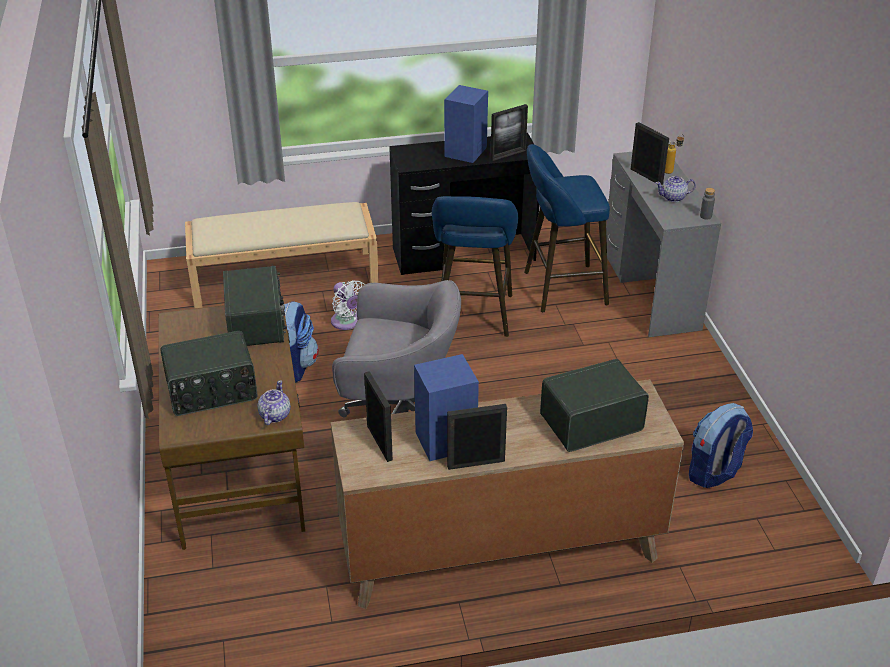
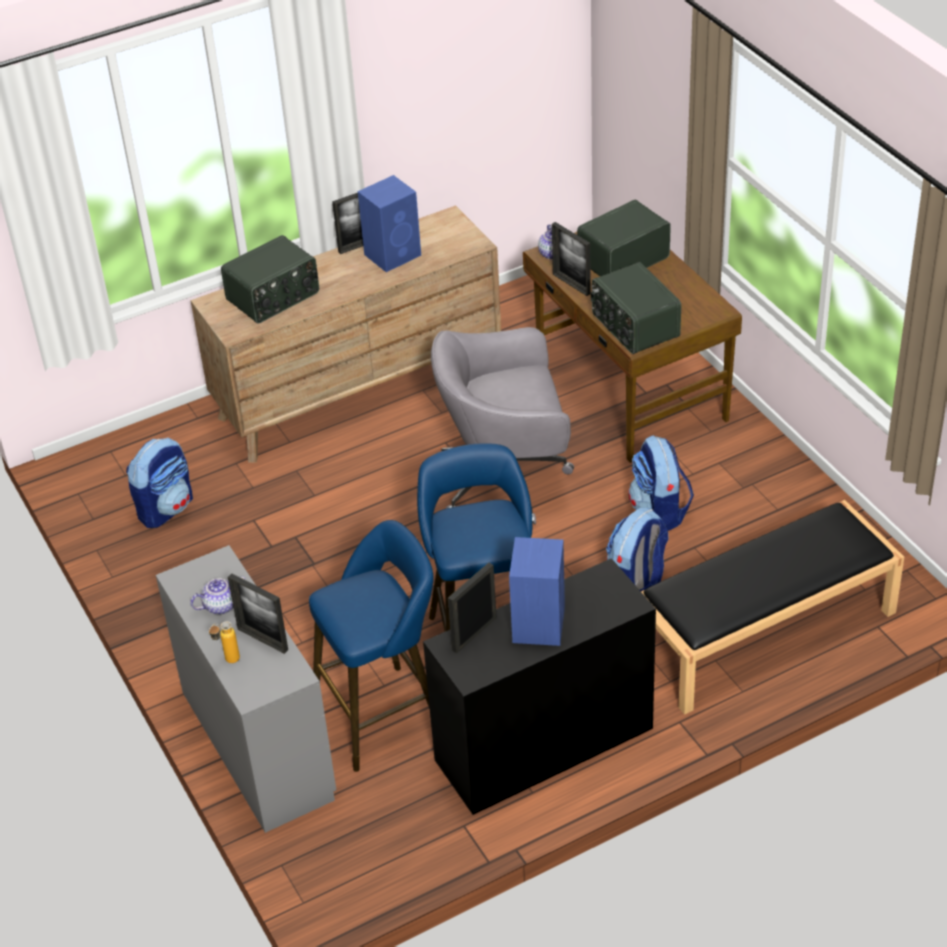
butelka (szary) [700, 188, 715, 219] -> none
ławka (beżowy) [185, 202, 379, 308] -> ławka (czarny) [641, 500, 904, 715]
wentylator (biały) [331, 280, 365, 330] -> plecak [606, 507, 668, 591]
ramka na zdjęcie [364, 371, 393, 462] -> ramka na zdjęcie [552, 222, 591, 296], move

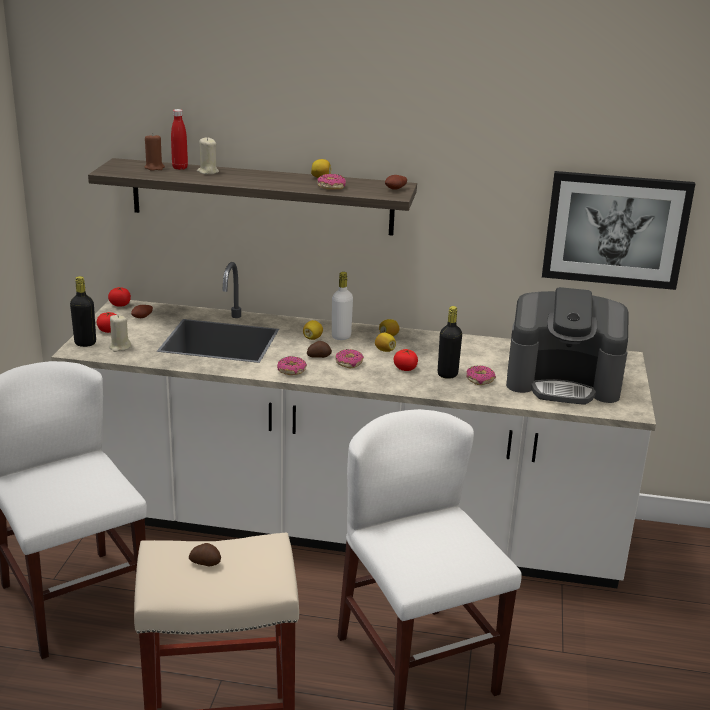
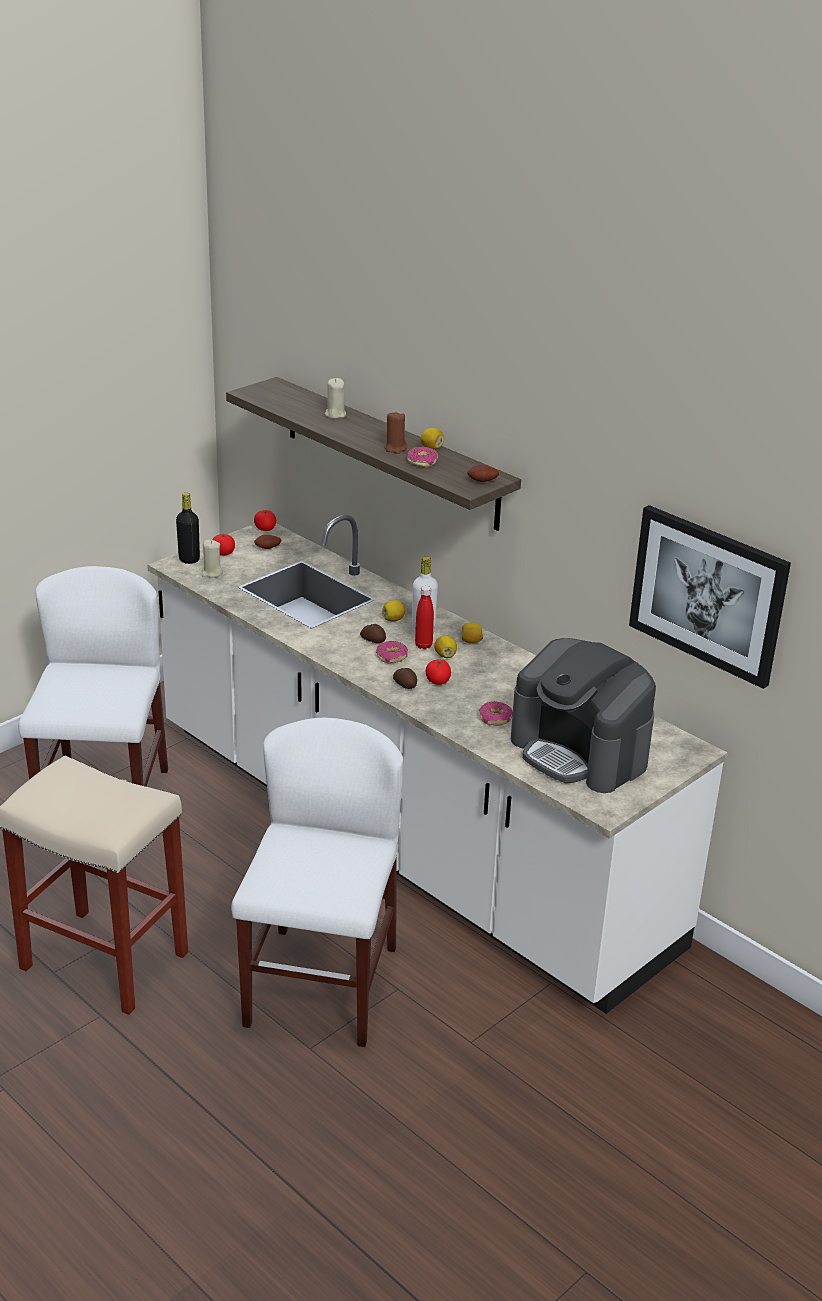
butelka (czerwony) [171, 109, 188, 170] -> butelka (czerwony) [415, 586, 434, 649], move
świeca (brązowy) [145, 135, 165, 171] -> świeca (brązowy) [384, 411, 407, 454], move
butelka (czarny) [438, 306, 462, 379] -> none
donut [277, 356, 307, 375] -> none
ziemniak [189, 543, 221, 566] -> ziemniak [393, 668, 417, 689], move

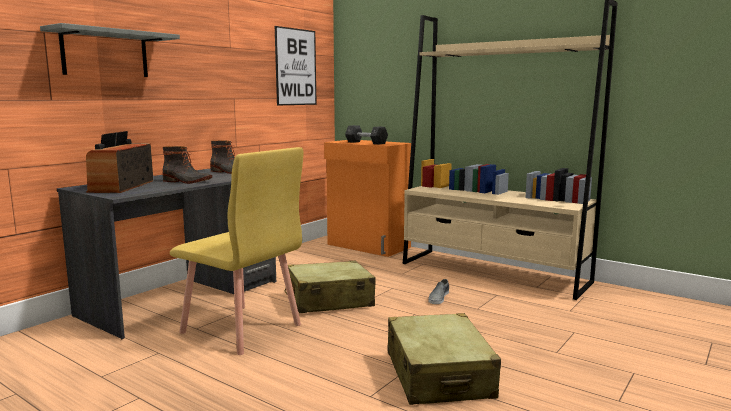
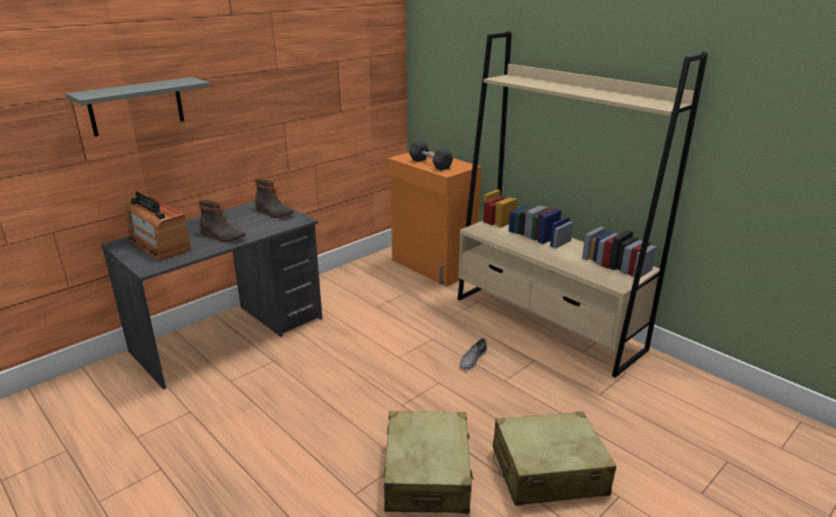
obraz [275, 26, 317, 105] -> none
radio [86, 131, 153, 193] -> radio [124, 192, 191, 261], 60 degrees counterclockwise
krzesło (żółty) [170, 147, 303, 355] -> none
walizka (beżowy) [285, 261, 375, 313] -> walizka (beżowy) [493, 411, 616, 506], move

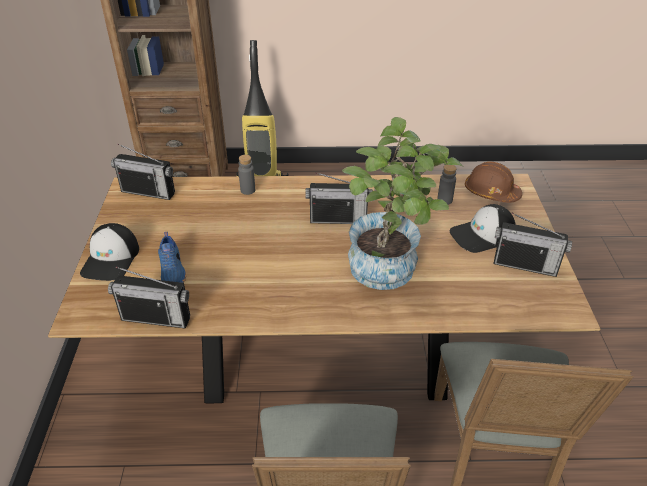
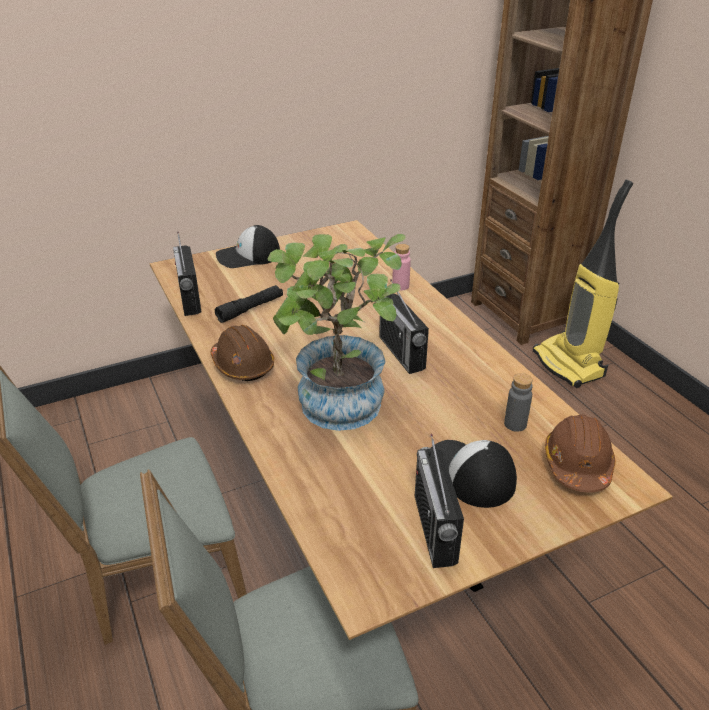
radio [111, 143, 175, 200] -> none
butelka (szary) [238, 155, 255, 195] -> butelka (różowy) [392, 244, 411, 291]
but (niebieski) [158, 232, 186, 283] -> none
none -> latarka (czarny) [215, 285, 283, 323]
none -> kask (brązowy) [211, 325, 274, 381]

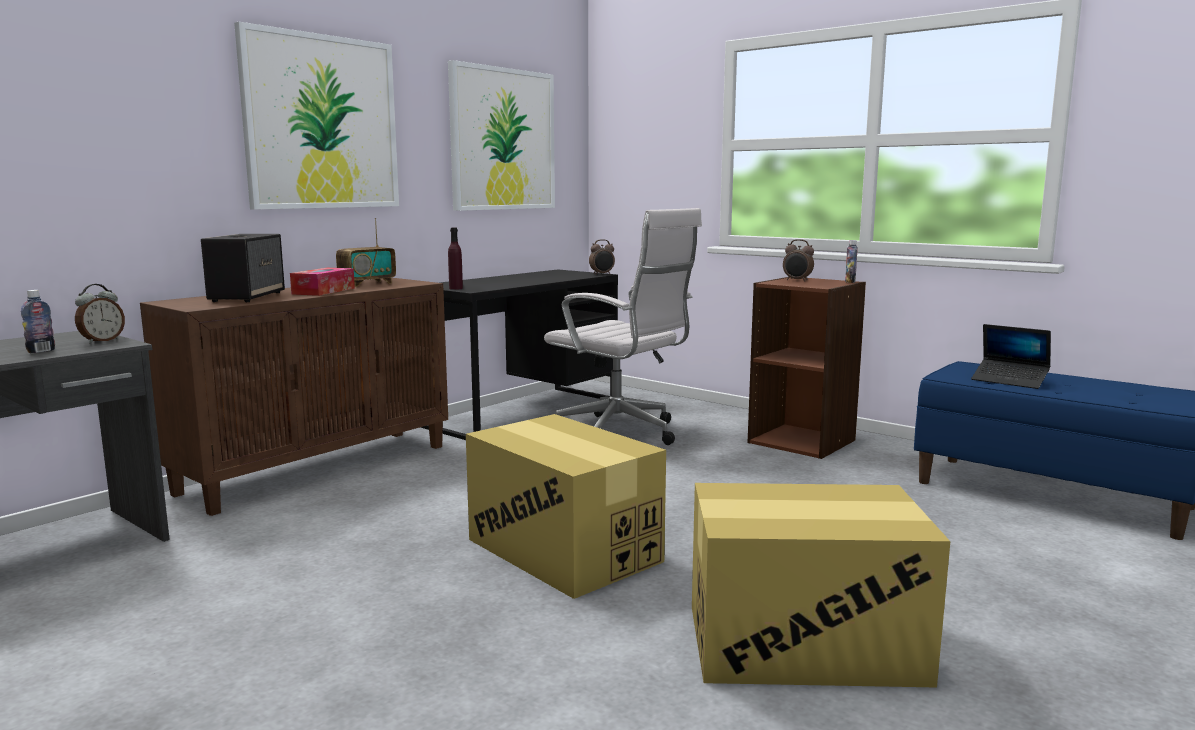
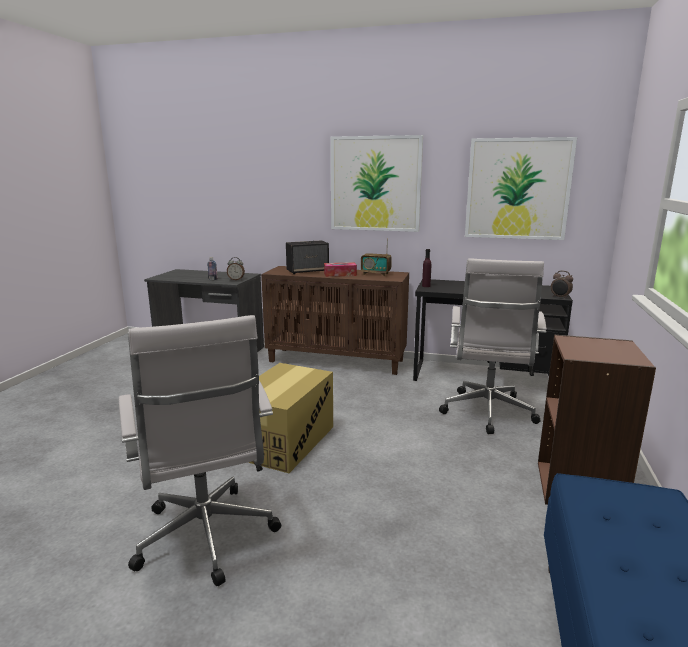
budzik [783, 239, 814, 282] -> none
butelka [845, 240, 858, 283] -> none
laptop [971, 324, 1051, 389] -> none
karton [692, 483, 951, 688] -> krzesło biurowe (biały) [119, 315, 281, 586]

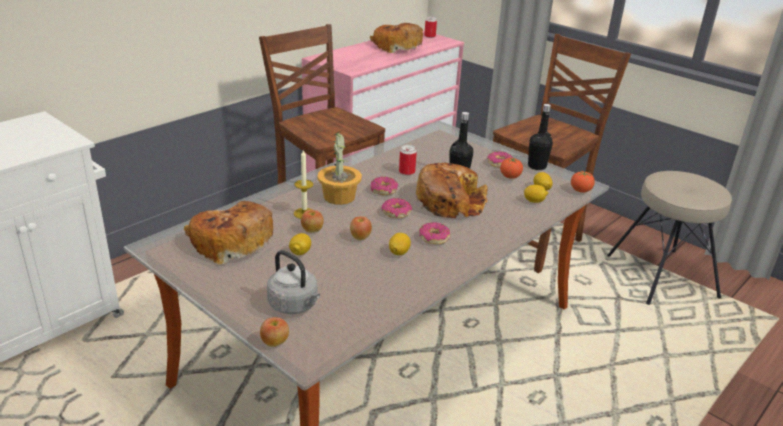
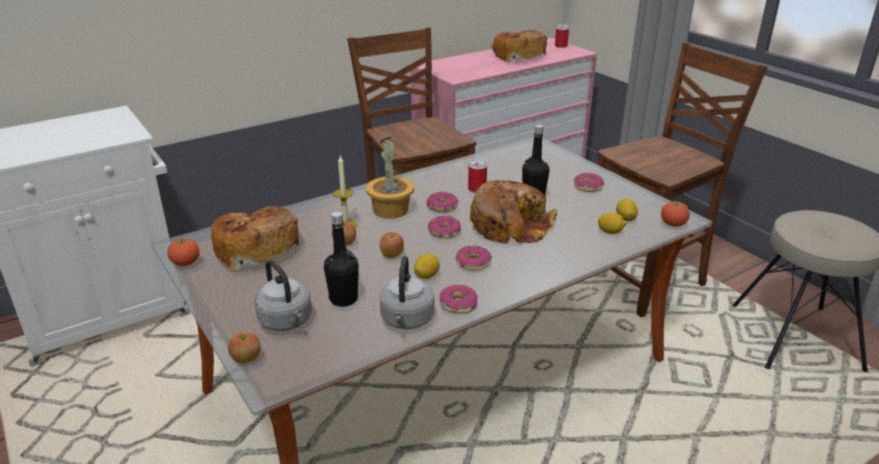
butelka (czarny) [528, 104, 553, 170] -> butelka (czarny) [324, 211, 359, 307], move
pomidor [500, 158, 523, 179] -> pomidor [167, 238, 199, 266], move
cytryna [289, 233, 311, 255] -> none
none -> czajnik (szary) [380, 256, 435, 329]
none -> donut [440, 285, 478, 313]

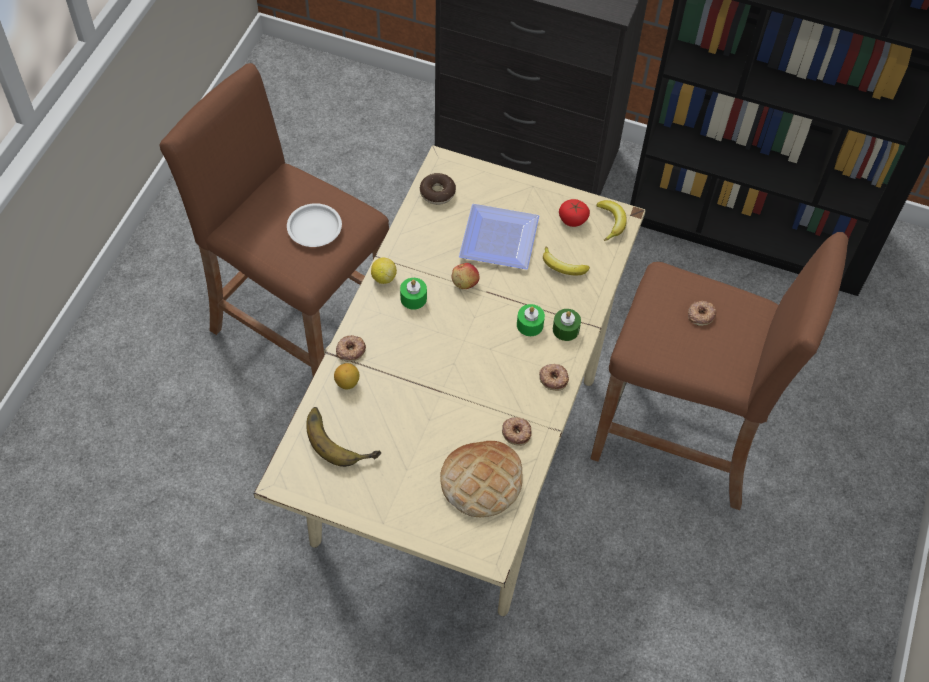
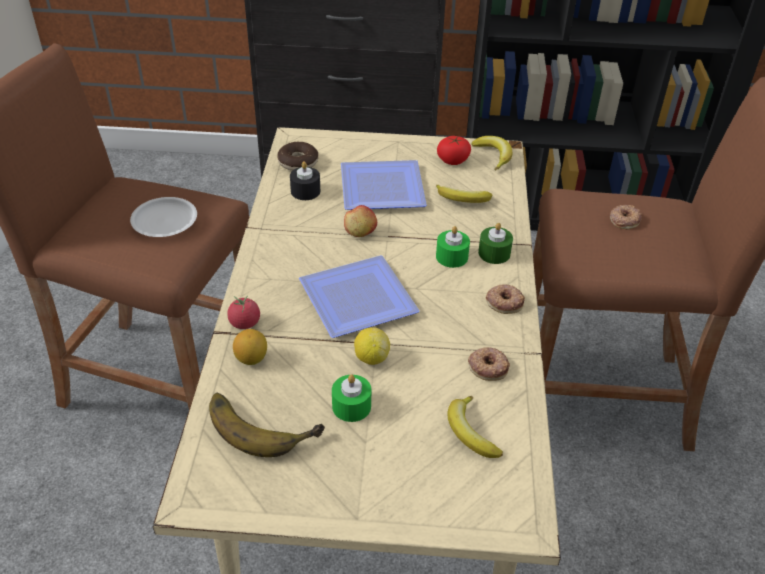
cytryna [371, 258, 397, 284] -> cytryna [354, 327, 390, 365], move
świeca (zielony) [400, 278, 427, 310] -> świeca (zielony) [332, 374, 371, 422], move
donut [336, 335, 366, 362] -> pomidor [227, 296, 260, 329]
chleb [440, 441, 523, 517] -> banan [447, 396, 503, 458]
none -> świeca (czarny) [290, 161, 320, 200]
none -> talerz [299, 255, 419, 338]

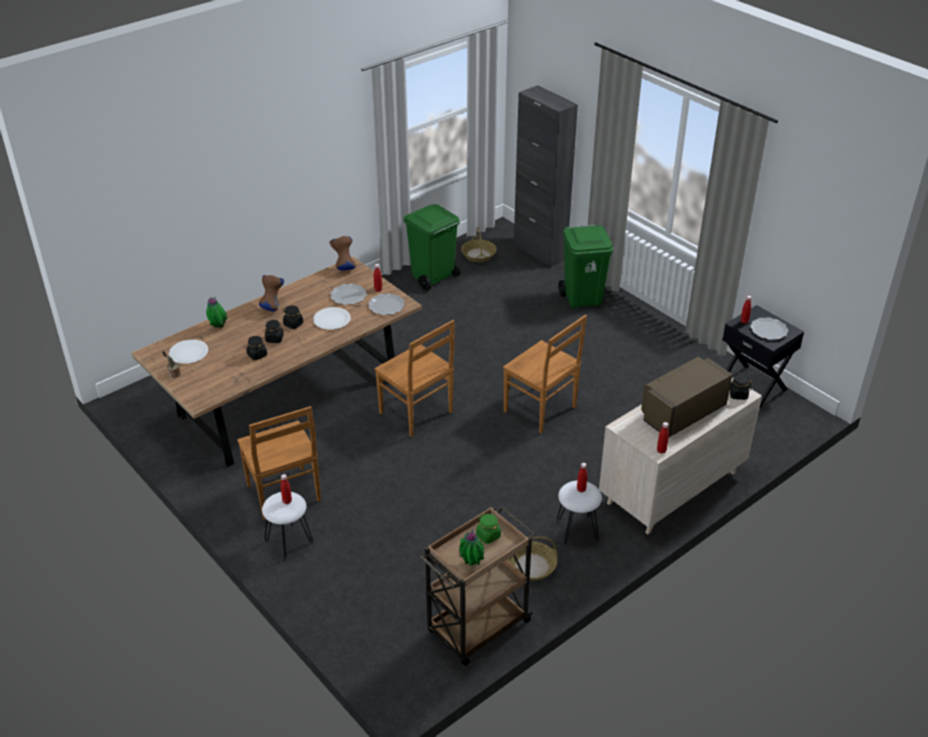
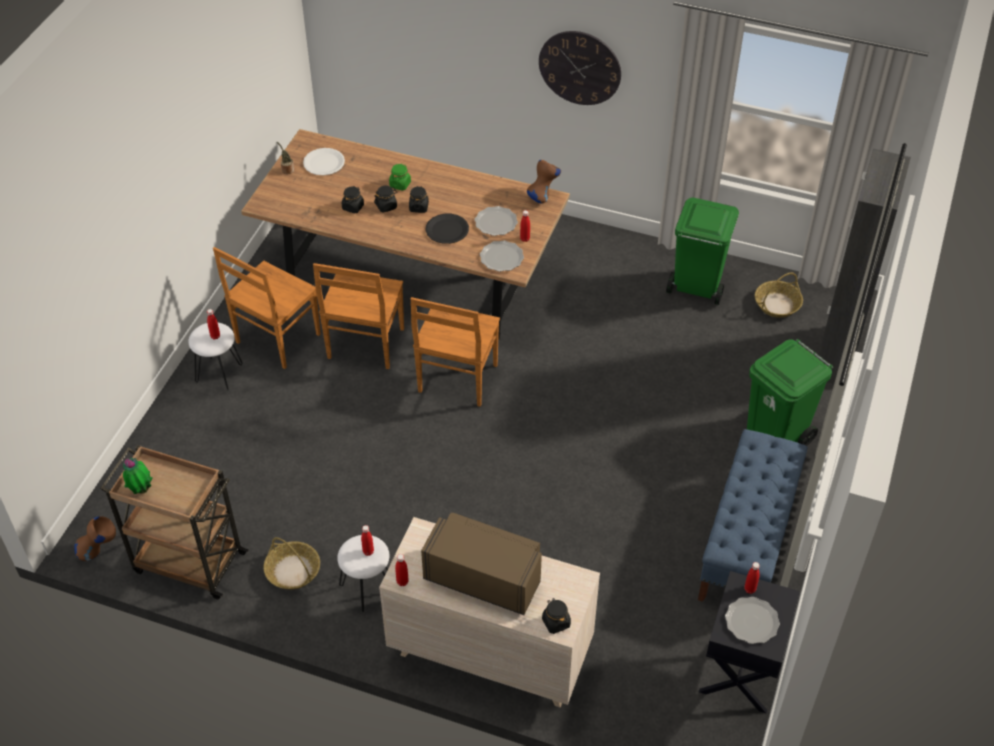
wazon (brązowy) [259, 275, 284, 311] -> wazon (brązowy) [74, 516, 116, 561], move
roślina doniczkowa [206, 297, 227, 328] -> none
talerz (biały) [313, 307, 351, 330] -> talerz (czarny) [425, 214, 469, 244]
krzesło (brązowy) [503, 315, 587, 433] -> krzesło (brązowy) [313, 263, 404, 369], move
słoik (zielony) [476, 514, 501, 544] -> słoik (zielony) [389, 164, 411, 191], move
none -> zegar ścienny [539, 31, 621, 105]
none -> ławka (niebieski) [698, 429, 807, 601]

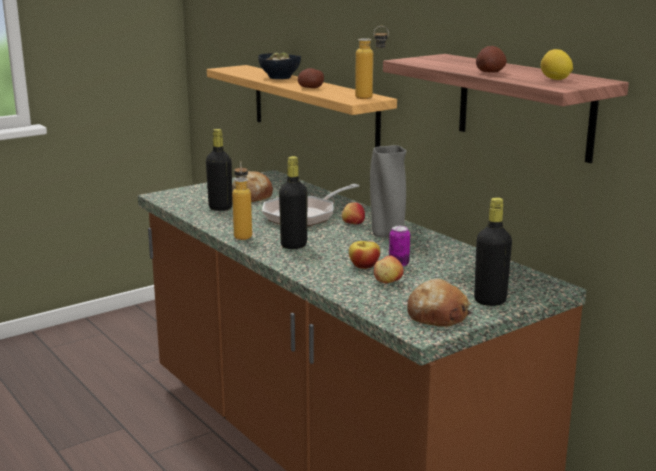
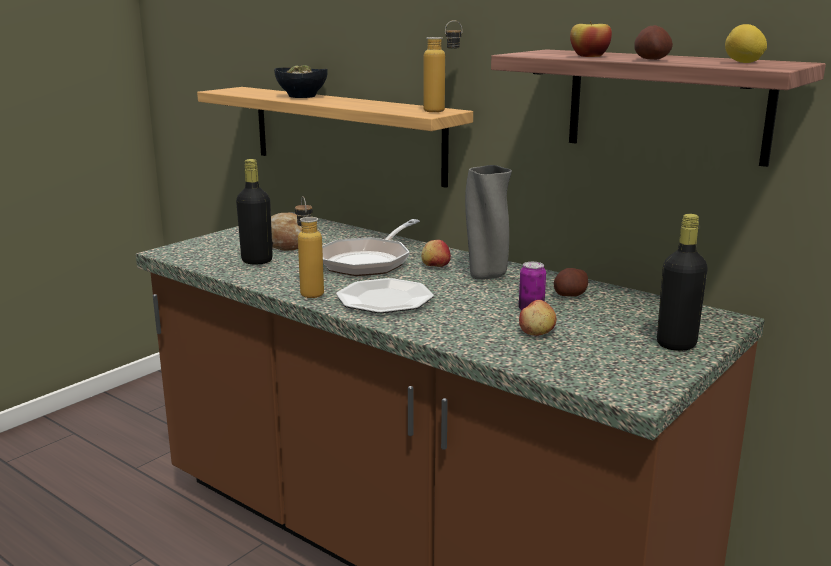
ziemniak [298, 68, 324, 88] -> ziemniak [554, 268, 588, 297], move
butelka (czarny) [279, 156, 308, 249] -> talerz [336, 278, 434, 313]
jabłko [349, 241, 380, 269] -> jabłko [570, 21, 612, 57], move
chleb [407, 279, 471, 327] -> none

